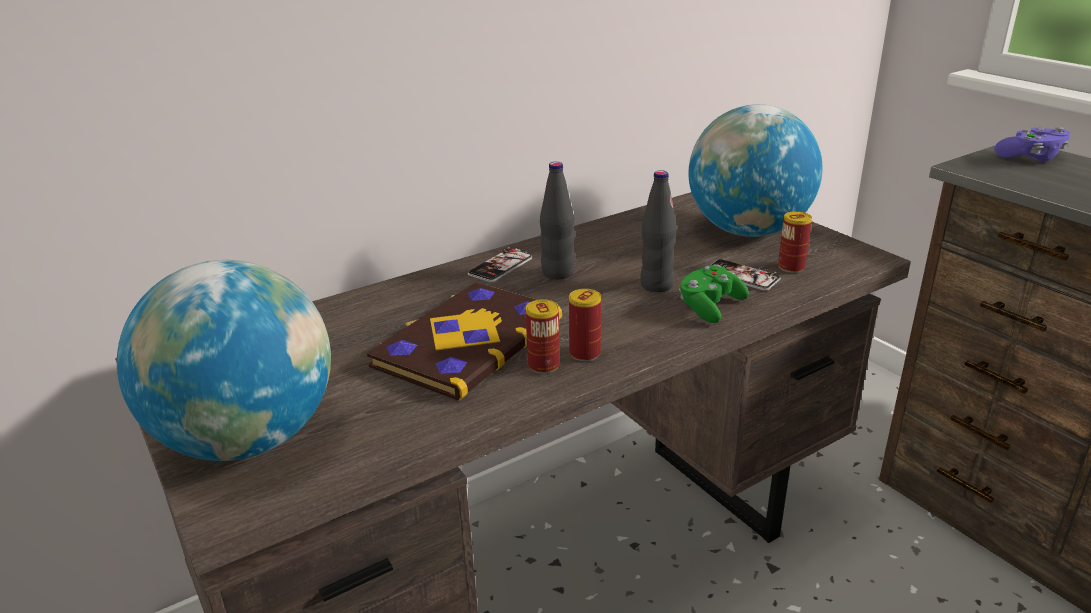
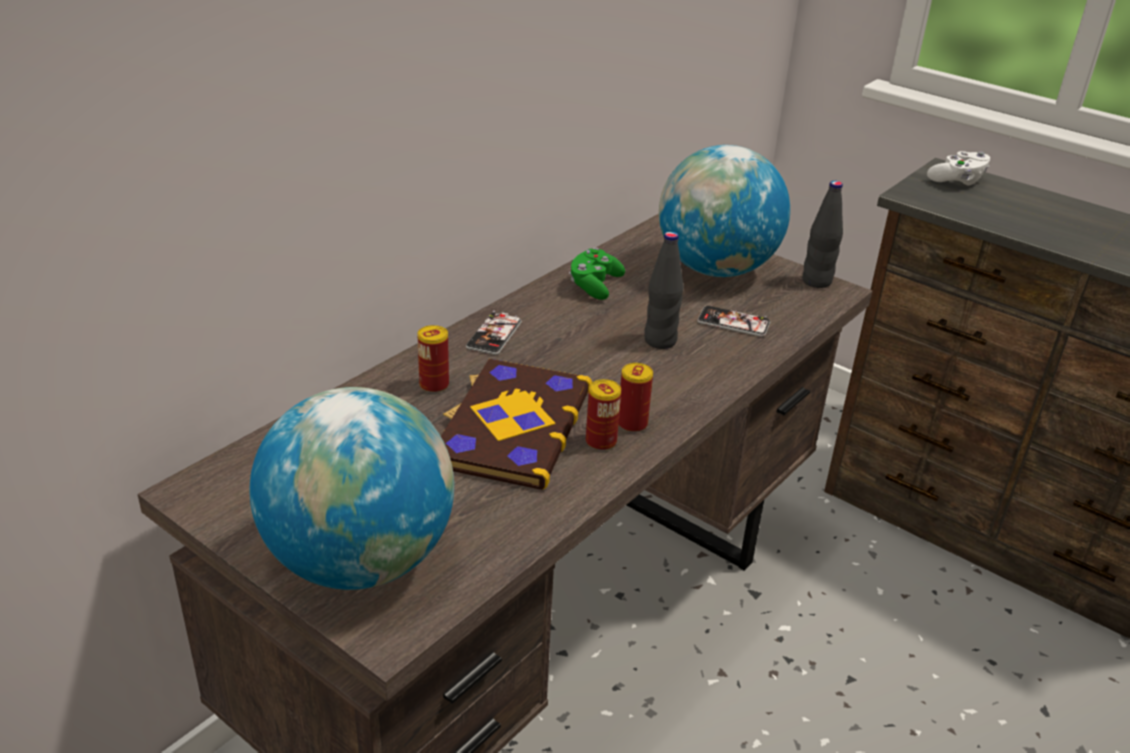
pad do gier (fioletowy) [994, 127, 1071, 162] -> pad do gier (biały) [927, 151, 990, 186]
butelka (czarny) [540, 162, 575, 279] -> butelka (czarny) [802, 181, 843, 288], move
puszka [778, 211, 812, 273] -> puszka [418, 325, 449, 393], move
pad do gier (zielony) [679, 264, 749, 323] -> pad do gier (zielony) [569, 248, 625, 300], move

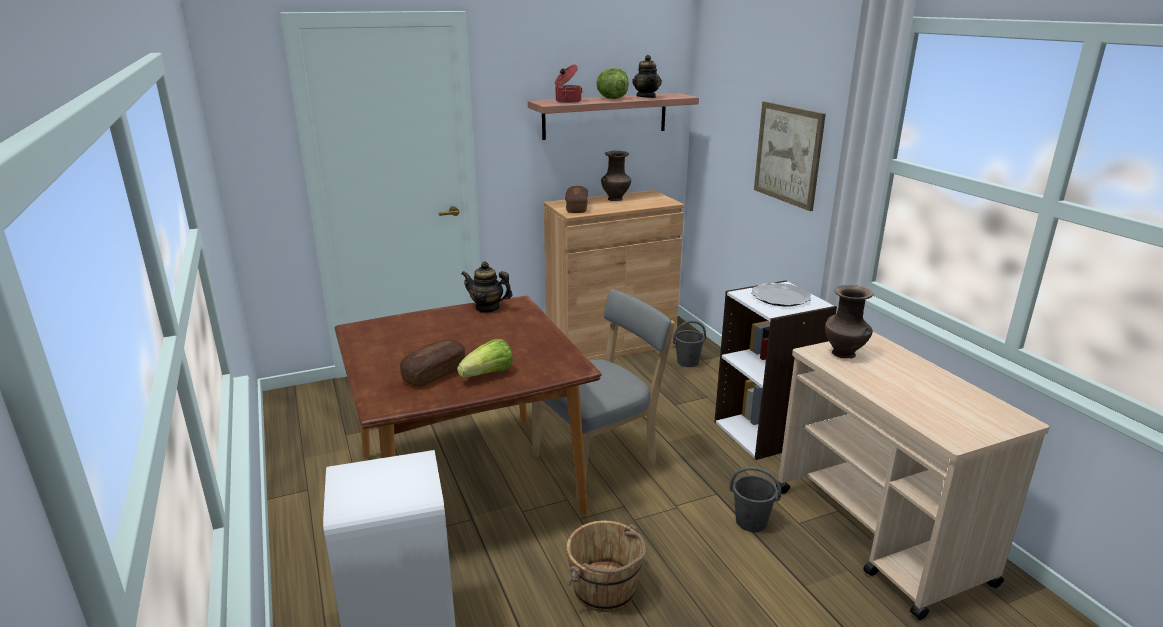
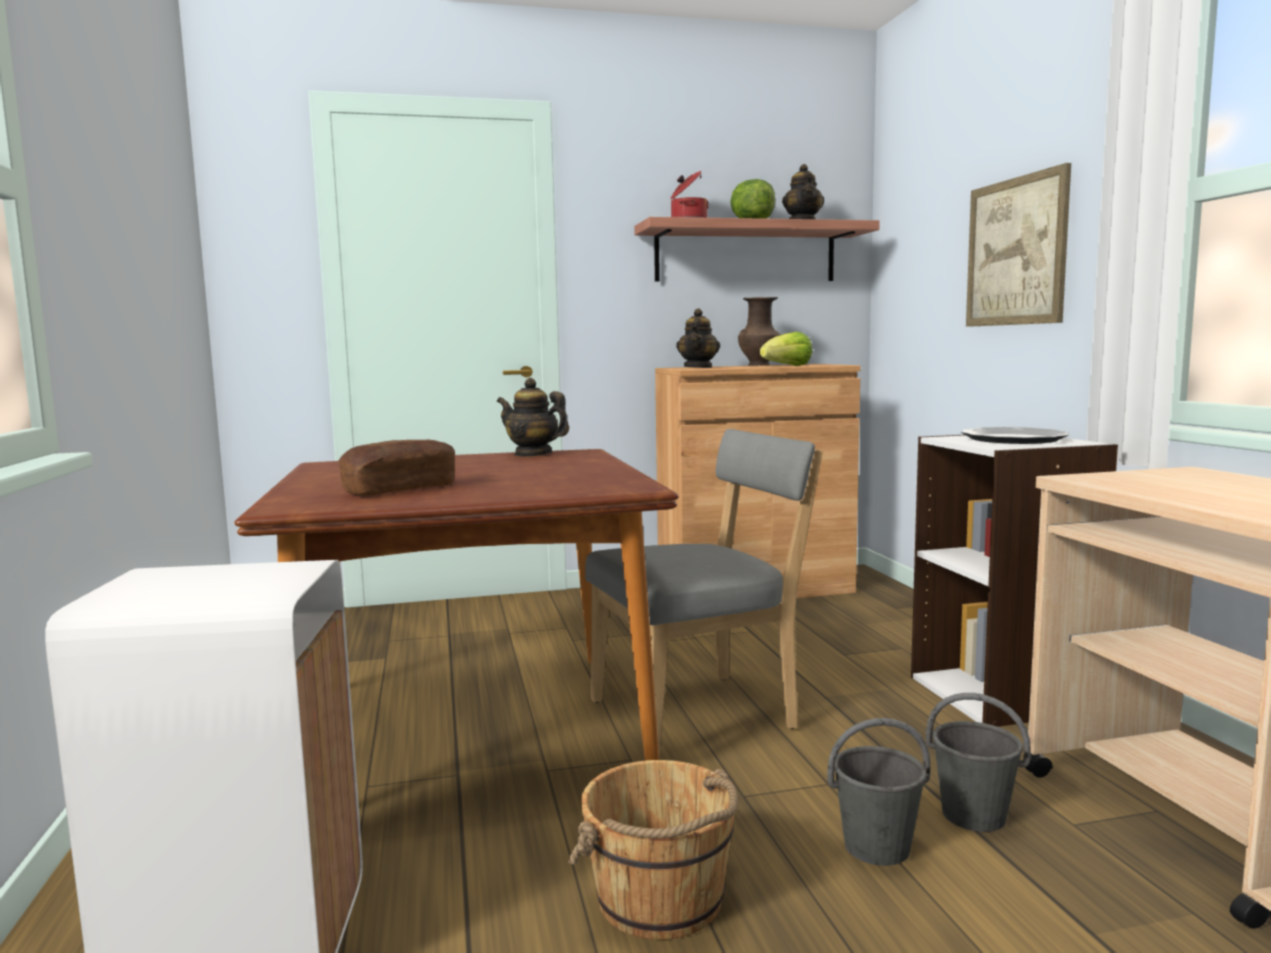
chleb [565, 186, 588, 213] -> imbryk [676, 308, 720, 368]
wazon (brązowy) [825, 285, 873, 359] -> none
wiadro (szary) [673, 321, 706, 367] -> wiadro (szary) [827, 718, 931, 866], move
sałata [457, 339, 513, 377] -> sałata [760, 332, 813, 366], move

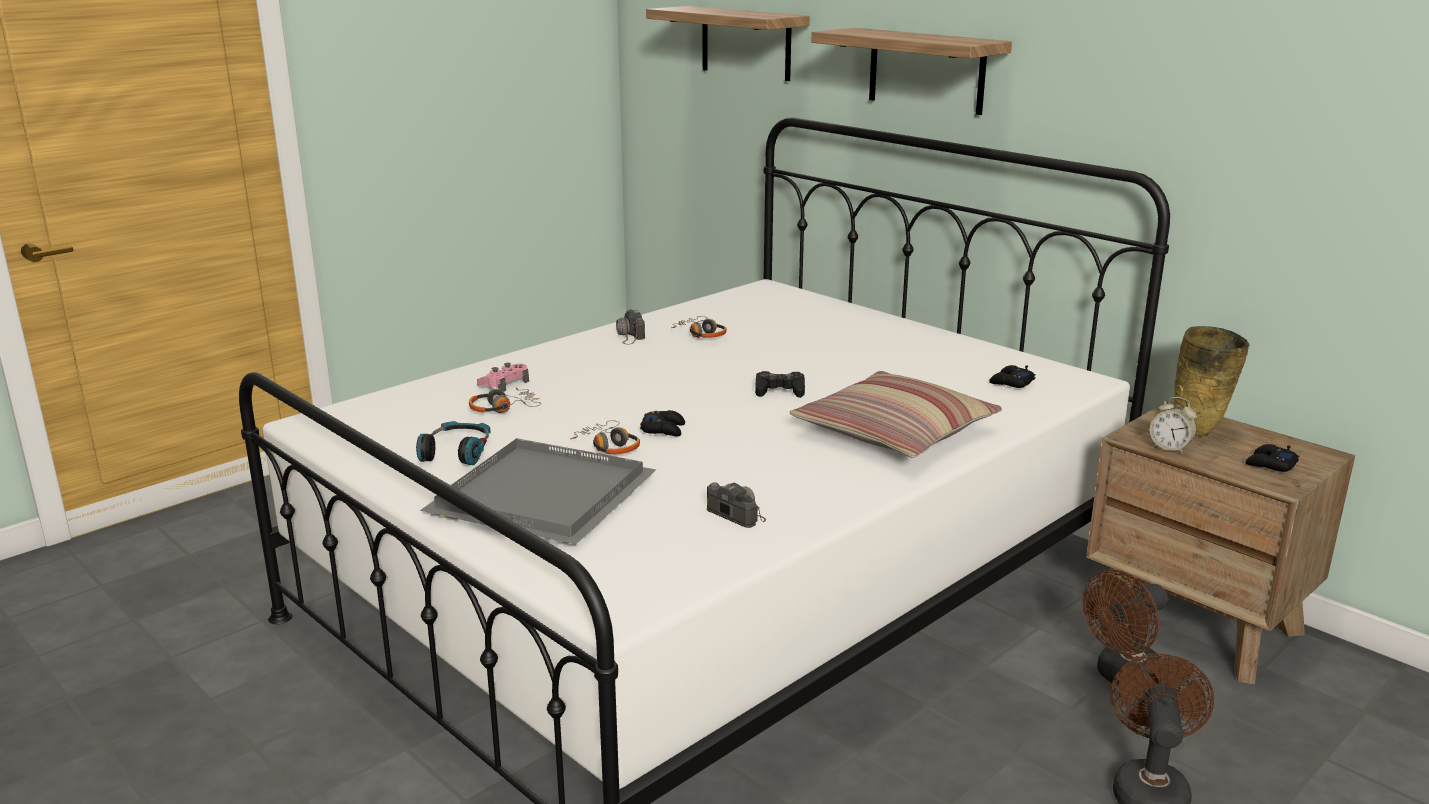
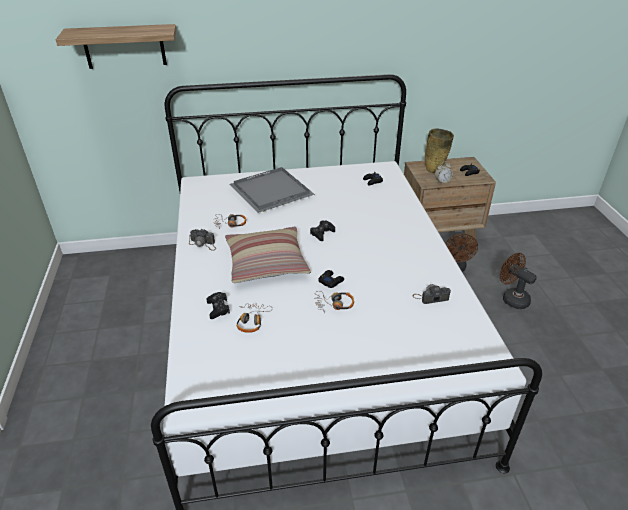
półka [811, 28, 1012, 115] -> none
pad do gier (różowy) [477, 363, 529, 392] -> pad do gier (czarny) [207, 292, 230, 319]
poduszka [790, 371, 1002, 458] -> poduszka [225, 227, 311, 283], move
słuchawki [416, 421, 491, 465] -> none
taca (szary) [420, 438, 656, 545] -> taca (szary) [229, 167, 315, 213], move

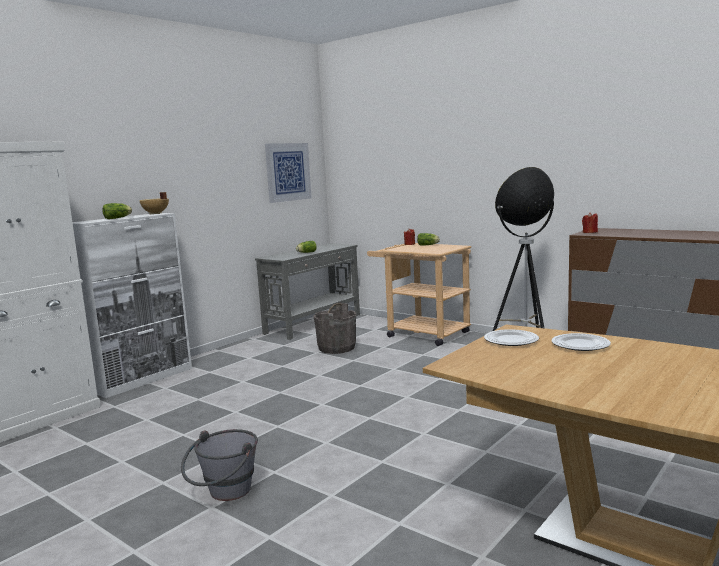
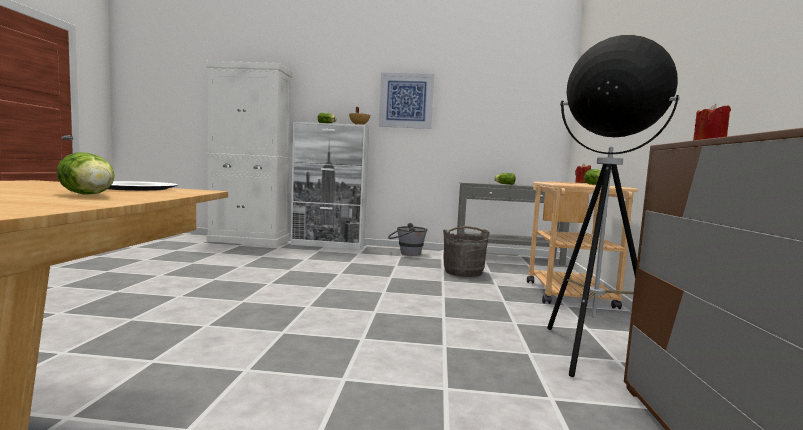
obraz [265, 143, 312, 203] -> obraz [379, 72, 434, 129], move
talerz [551, 333, 611, 351] -> sałata [57, 152, 115, 195]
wiadro (szary) [181, 429, 258, 501] -> wiadro (szary) [388, 223, 428, 256], move

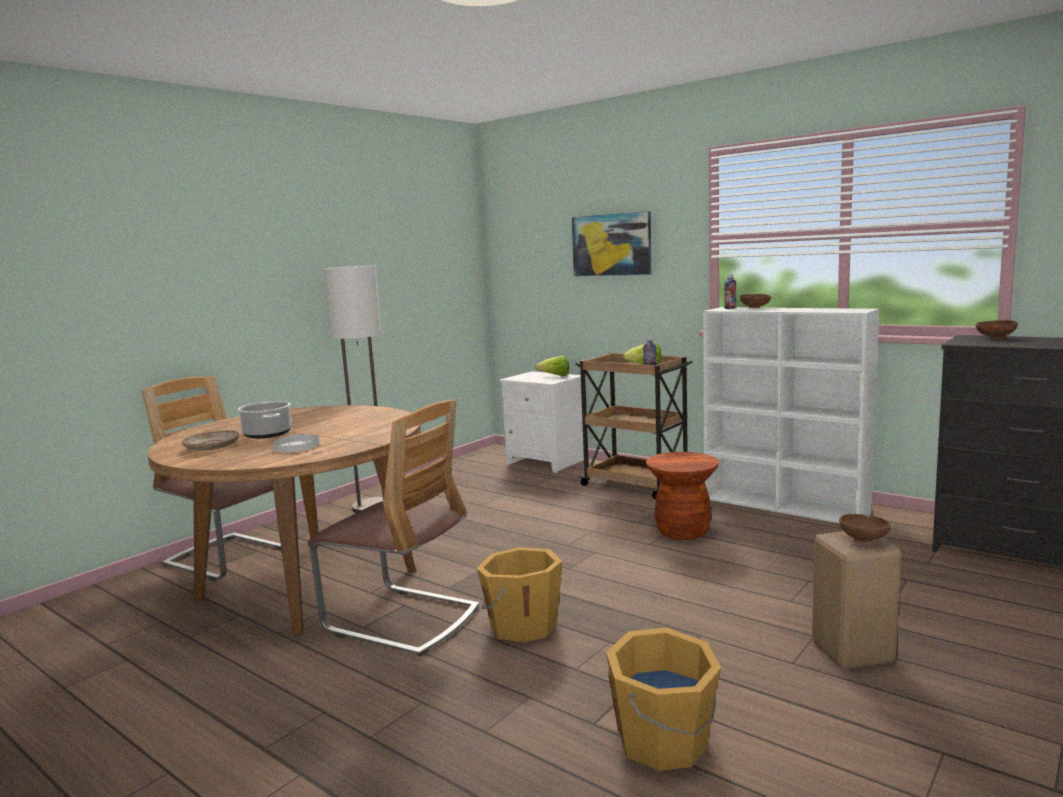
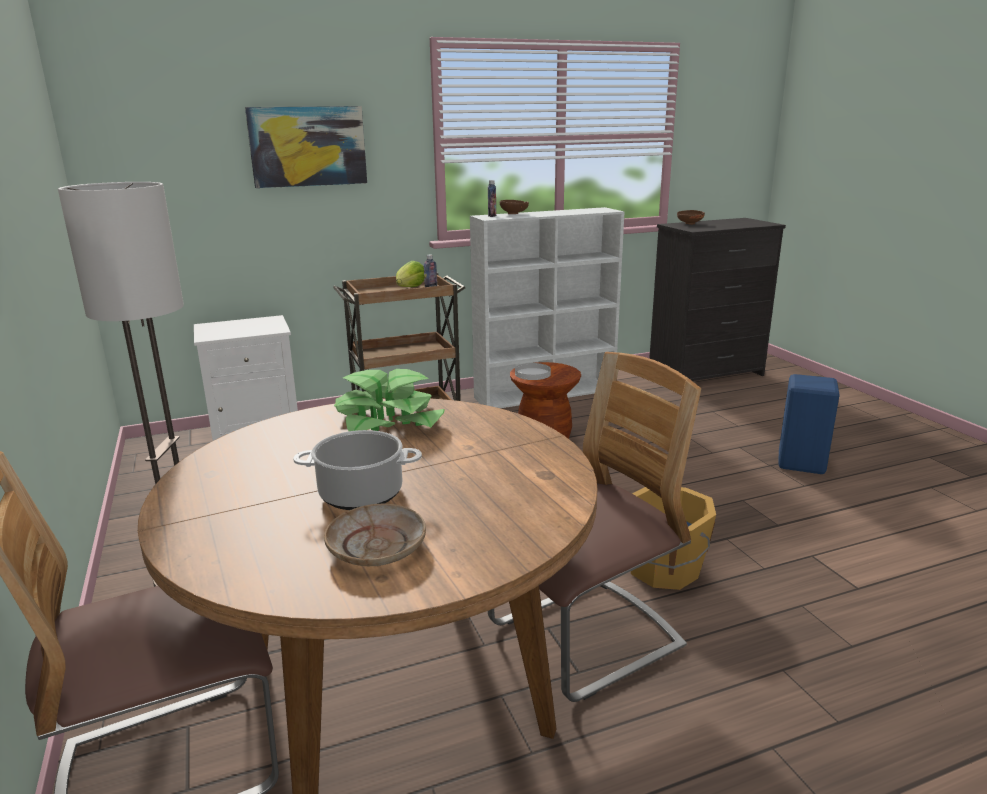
sałata [535, 356, 569, 376] -> none
talerz (biały) [273, 434, 320, 452] -> talerz (biały) [515, 363, 551, 380], move
miska (brązowy) [839, 514, 891, 543] -> none
stołek (beżowy) [812, 531, 901, 669] -> stołek (niebieski) [778, 374, 839, 474]
wiadro (pomarańczowy) [606, 628, 721, 771] -> none
none -> roślina doniczkowa [334, 369, 445, 431]

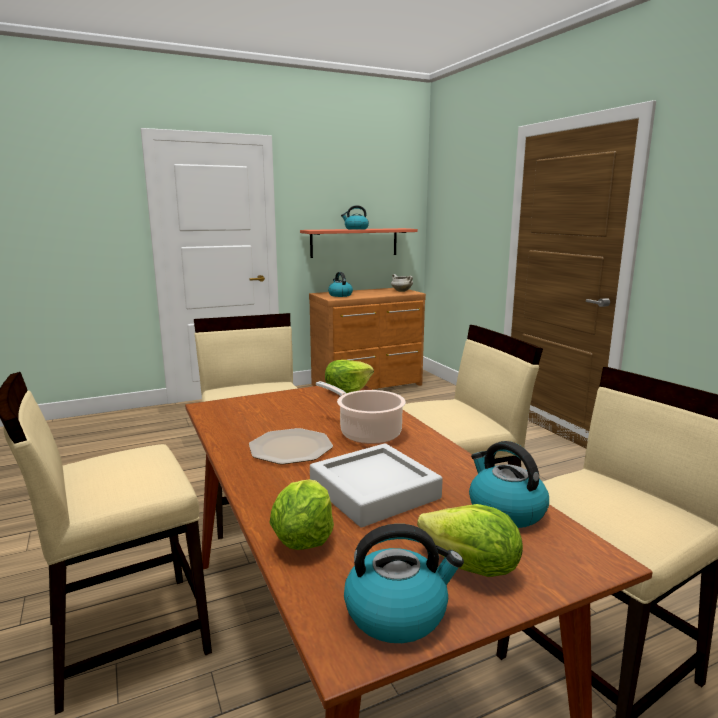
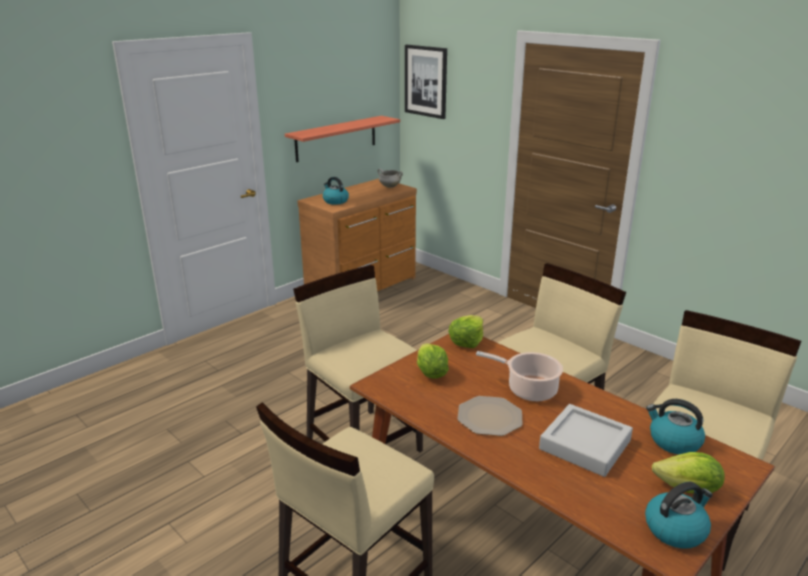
czajnik [341, 205, 369, 230] -> none
sałata [269, 479, 334, 550] -> sałata [417, 343, 449, 378], move
none -> obraz [405, 45, 447, 119]

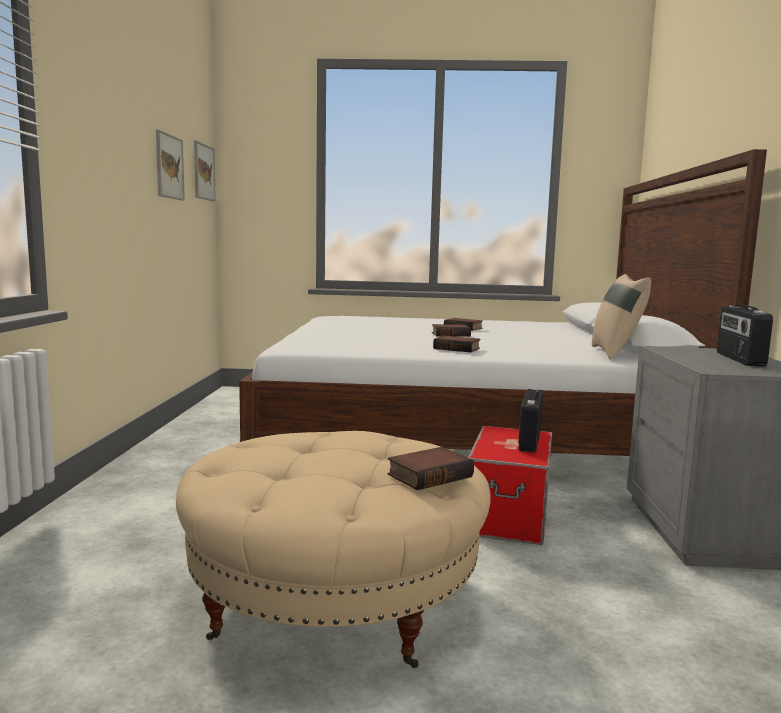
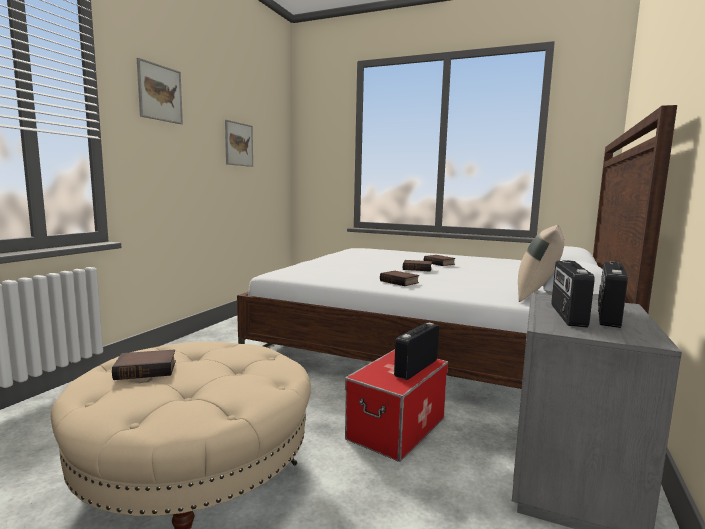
obraz [194, 140, 216, 201] -> obraz [137, 58, 183, 124], move
książka [388, 447, 474, 490] -> książka [112, 350, 176, 380], move
none -> radio [552, 260, 595, 327]

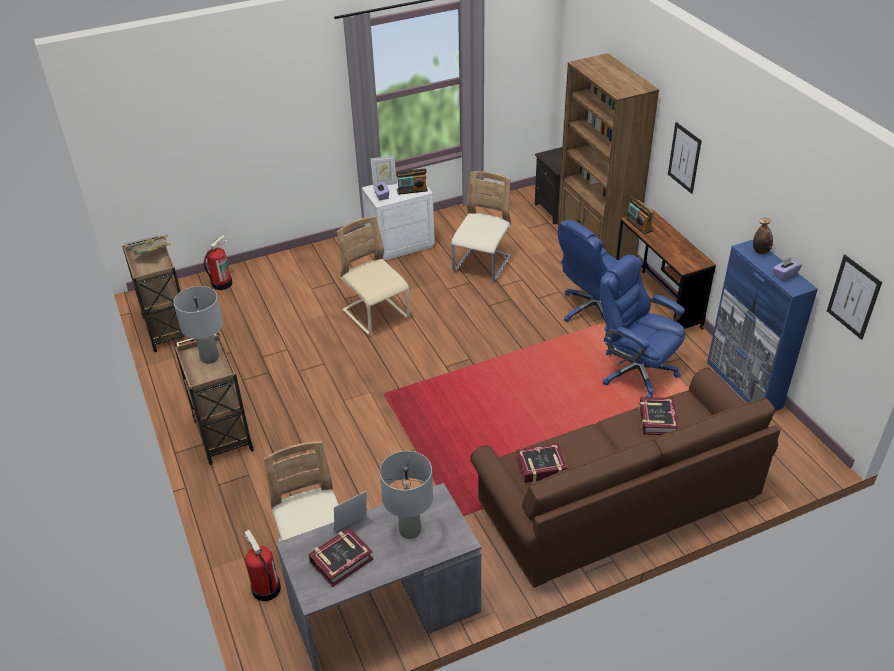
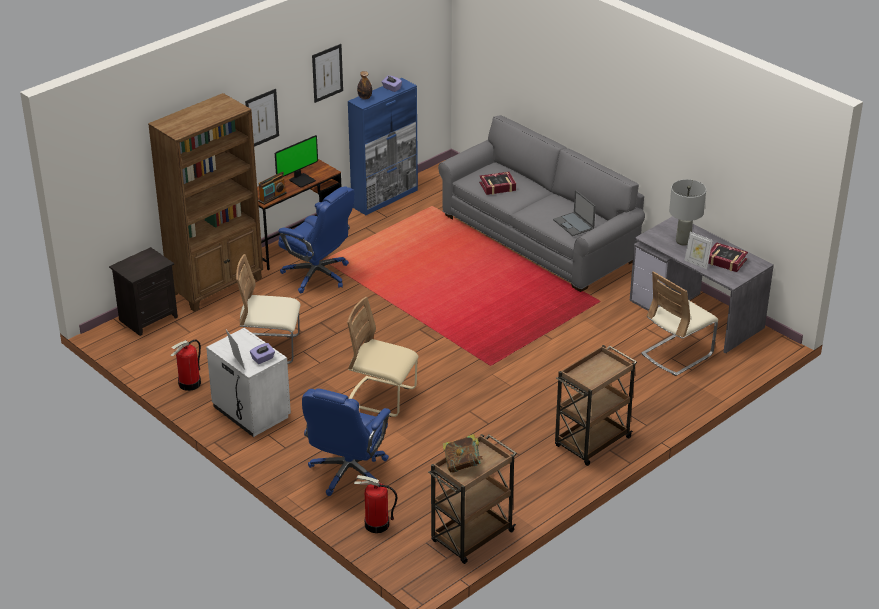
radio [396, 169, 428, 195] -> none
krzesło (beżowy) [337, 216, 410, 335] -> krzesło (beżowy) [347, 297, 419, 417], 75 degrees clockwise
krzesło biurowe (niebieski) [600, 254, 685, 397] -> krzesło biurowe (niebieski) [302, 388, 391, 496], move
obraz [827, 254, 882, 340] -> obraz [312, 44, 343, 103], move
lampa stołowa (szary) [174, 286, 223, 364] -> none
kanapa (brązowy) [470, 367, 780, 588] -> kanapa (szary) [438, 115, 645, 292]
książka [516, 443, 568, 483] -> laptop [553, 190, 596, 236]
gaśnica [244, 530, 281, 601] -> gaśnica [170, 340, 201, 391], move
none -> monitor [275, 135, 318, 188]

